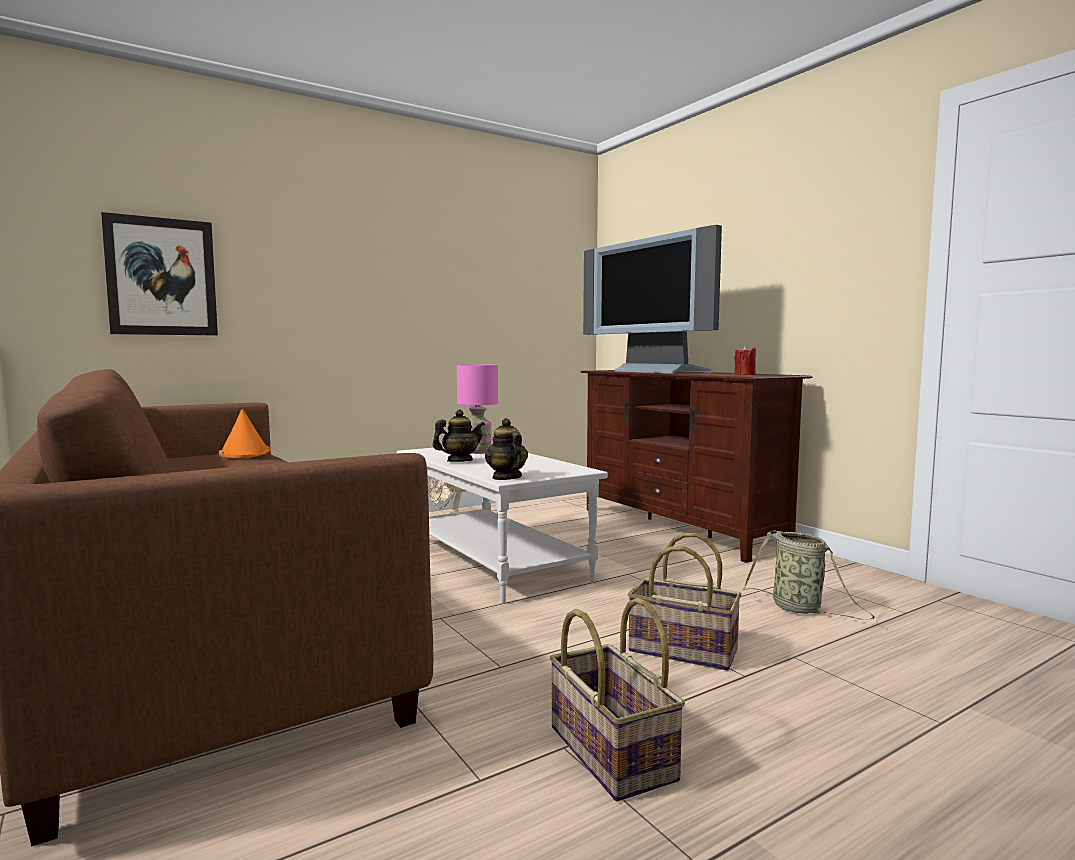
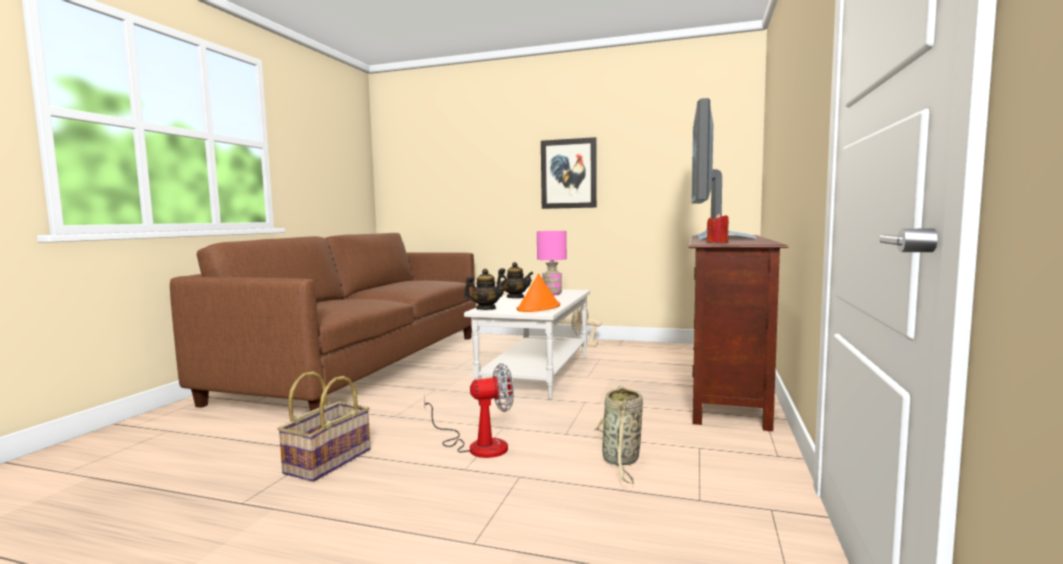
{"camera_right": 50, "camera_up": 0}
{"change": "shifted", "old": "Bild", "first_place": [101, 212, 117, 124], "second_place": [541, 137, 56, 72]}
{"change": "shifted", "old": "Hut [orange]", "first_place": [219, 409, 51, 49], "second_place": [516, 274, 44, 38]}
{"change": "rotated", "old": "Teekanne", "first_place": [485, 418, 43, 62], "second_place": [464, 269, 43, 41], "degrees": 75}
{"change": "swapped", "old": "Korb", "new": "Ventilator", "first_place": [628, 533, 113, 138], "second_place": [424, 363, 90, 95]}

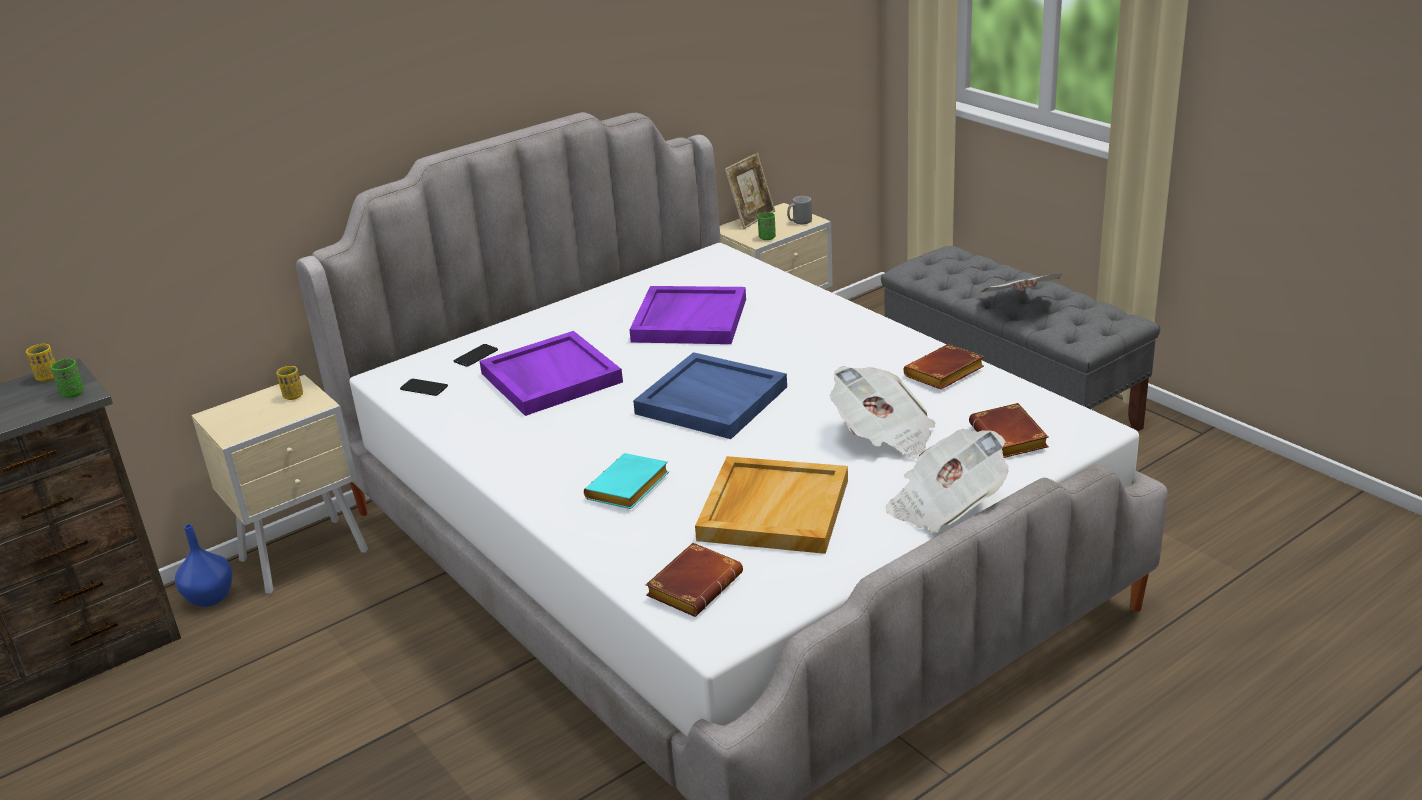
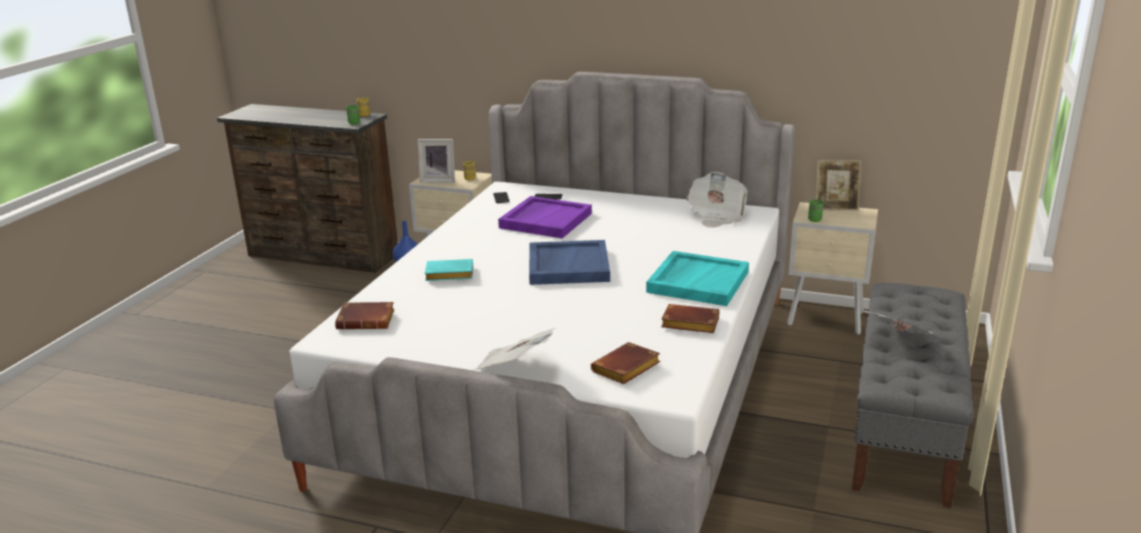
{"camera_right": 55, "camera_up": -5}
{"change": "gone", "old": "Tablett [lila]", "first_place": [629, 286, 117, 58]}
{"change": "gone", "old": "Tablett [beige]", "first_place": [695, 456, 153, 98]}
{"change": "gone", "old": "Henkelbecher [grau]", "first_place": [787, 196, 25, 28]}
{"change": "shifted", "old": "Zeitung", "first_place": [830, 366, 105, 93], "second_place": [687, 172, 61, 56]}
{"change": "new", "new": "Bilderrahmen", "second_place": [418, 139, 37, 44]}
{"change": "new", "new": "Tablett [türkis]", "second_place": [646, 251, 103, 55]}

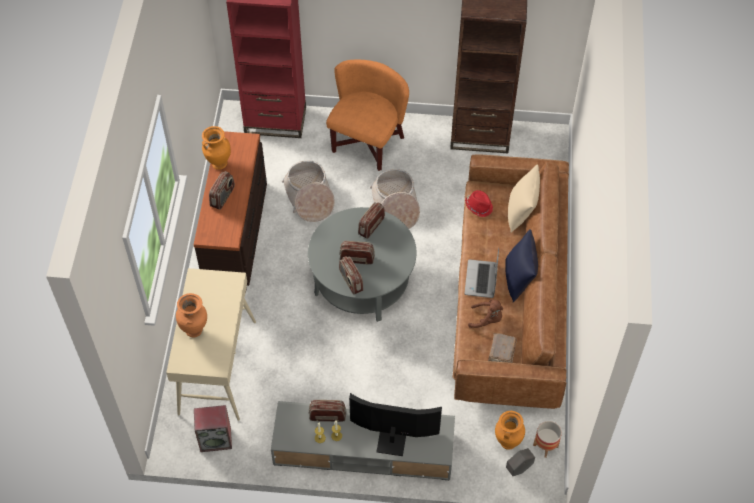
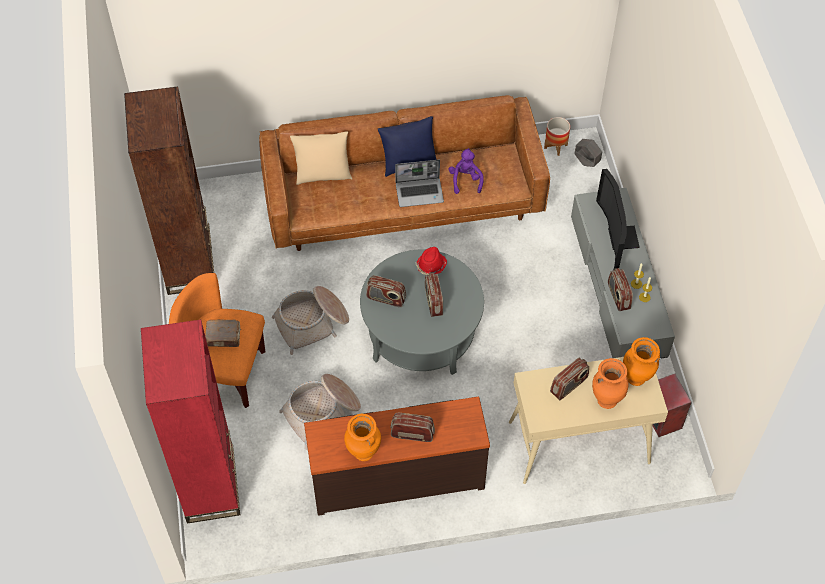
{"camera_right": -105, "camera_up": 0}
{"change": "shifted", "old": "Radio", "first_place": [339, 256, 25, 39], "second_place": [550, 358, 39, 42]}
{"change": "shifted", "old": "Hut [rot]", "first_place": [465, 190, 28, 27], "second_place": [416, 247, 31, 28]}
{"change": "repainted", "old": "Plüschtier [braun]", "new": "Plüschtier [lila]", "first_place": [468, 299, 35, 29], "second_place": [448, 148, 36, 46]}
{"change": "shifted", "old": "Buch [braun]", "first_place": [488, 333, 29, 30], "second_place": [205, 319, 36, 28]}
{"change": "shifted", "old": "Vase [orange]", "first_place": [495, 411, 30, 39], "second_place": [623, 337, 37, 49]}

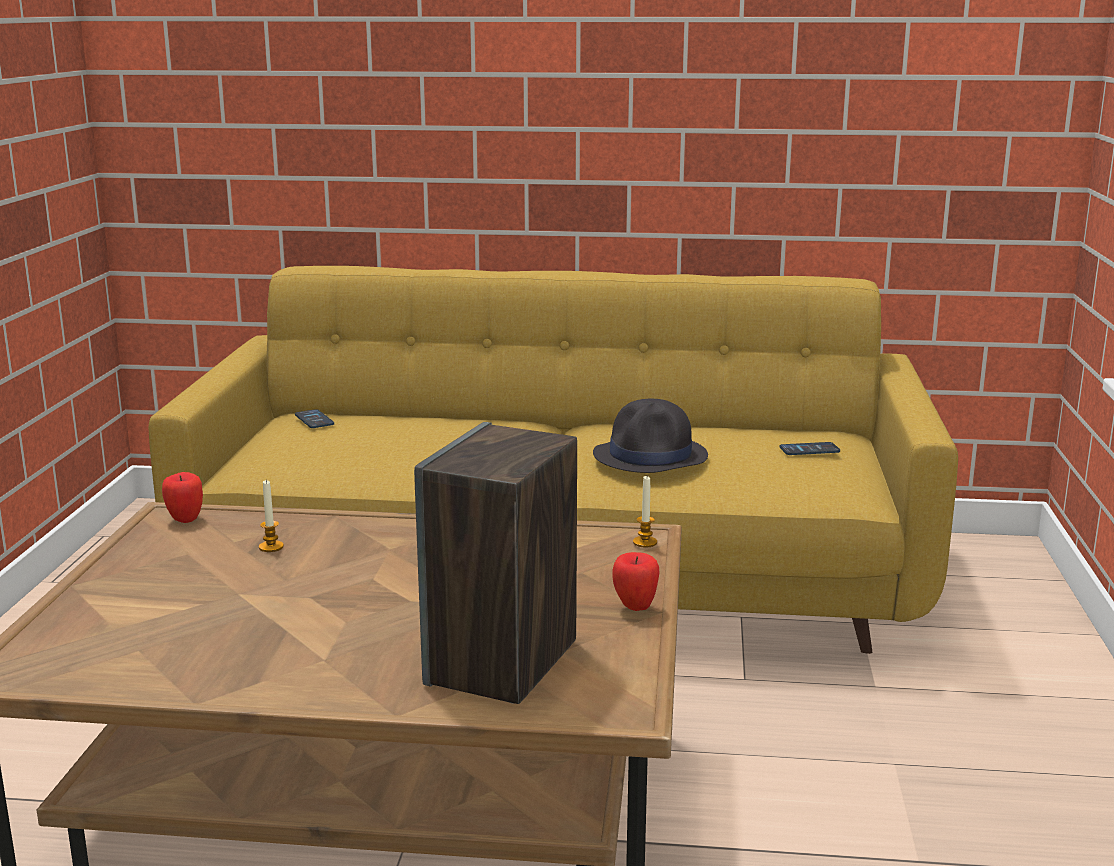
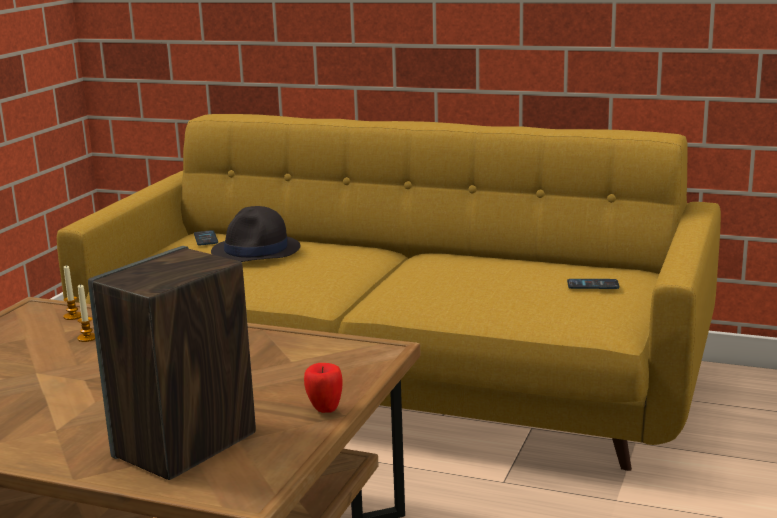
{"camera_right": 15, "camera_up": 0}
{"change": "gone", "old": "Apfel", "first_place": [162, 472, 41, 51]}
{"change": "shifted", "old": "Hut [schwarz]", "first_place": [593, 399, 115, 74], "second_place": [211, 206, 89, 56]}
{"change": "shifted", "old": "Kerze", "first_place": [633, 476, 24, 72], "second_place": [63, 266, 18, 54]}

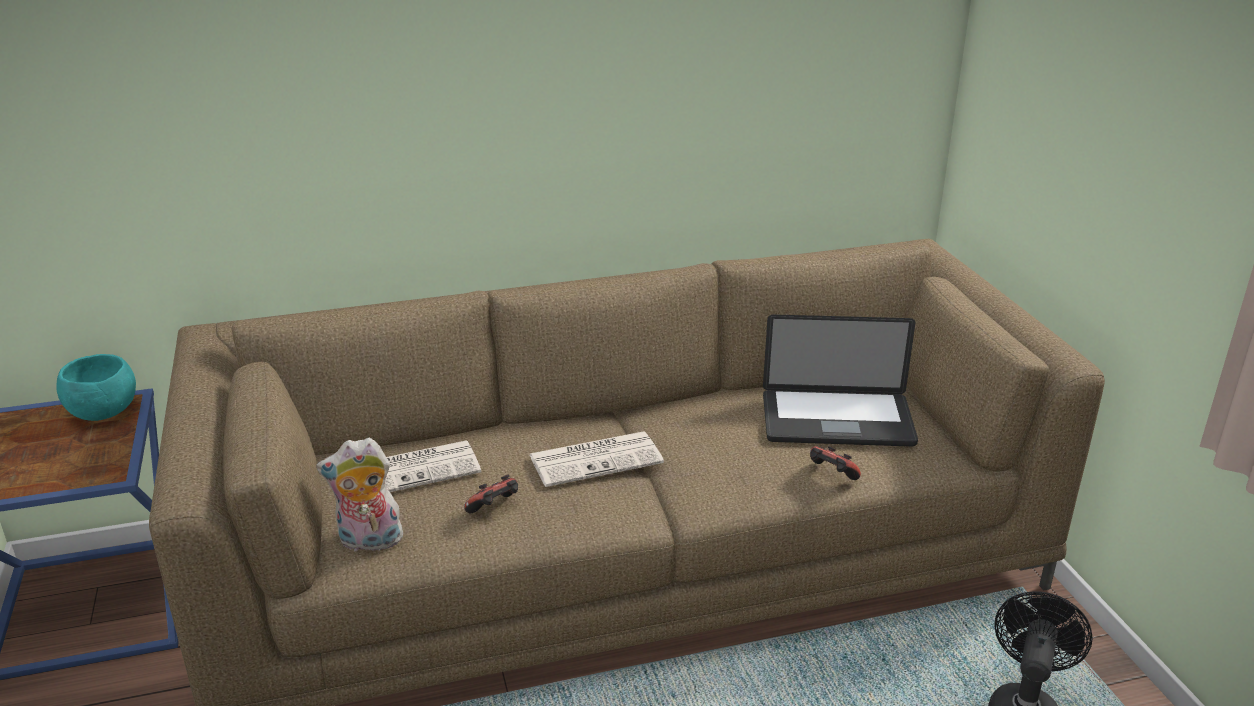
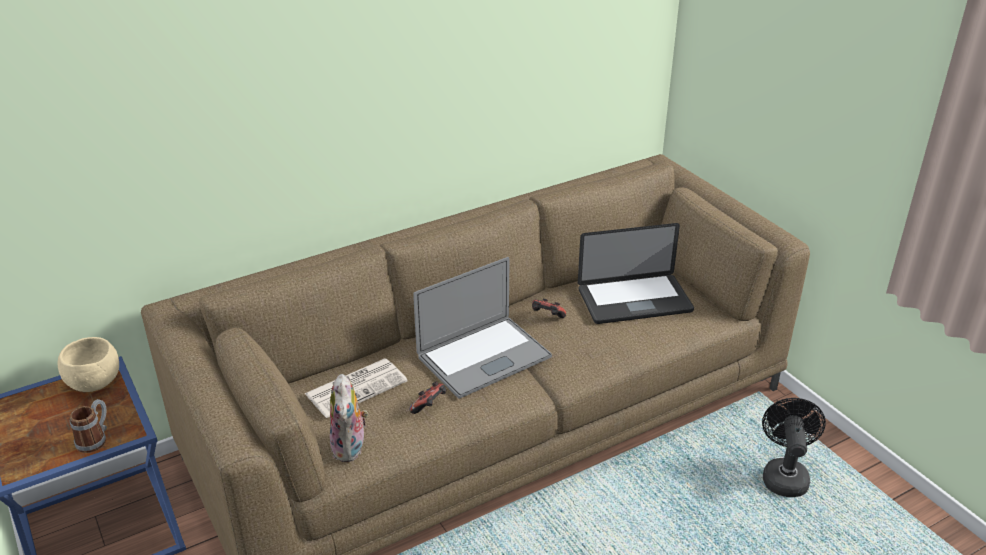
{"camera_right": -15, "camera_up": 5}
{"change": "repainted", "old": "Schüssel [türkis]", "new": "Schüssel [beige]", "first_place": [56, 354, 80, 67], "second_place": [58, 337, 61, 55]}
{"change": "rotated", "old": "Plüschtier", "first_place": [316, 438, 89, 113], "second_place": [330, 374, 38, 88], "degrees": -75}
{"change": "swapped", "old": "Zeitung", "new": "Laptop", "first_place": [530, 431, 134, 56], "second_place": [413, 257, 139, 142]}
{"change": "shifted", "old": "Gamepad", "first_place": [810, 446, 51, 34], "second_place": [532, 298, 34, 20]}
{"change": "new", "new": "Henkelbecher", "second_place": [70, 399, 37, 54]}

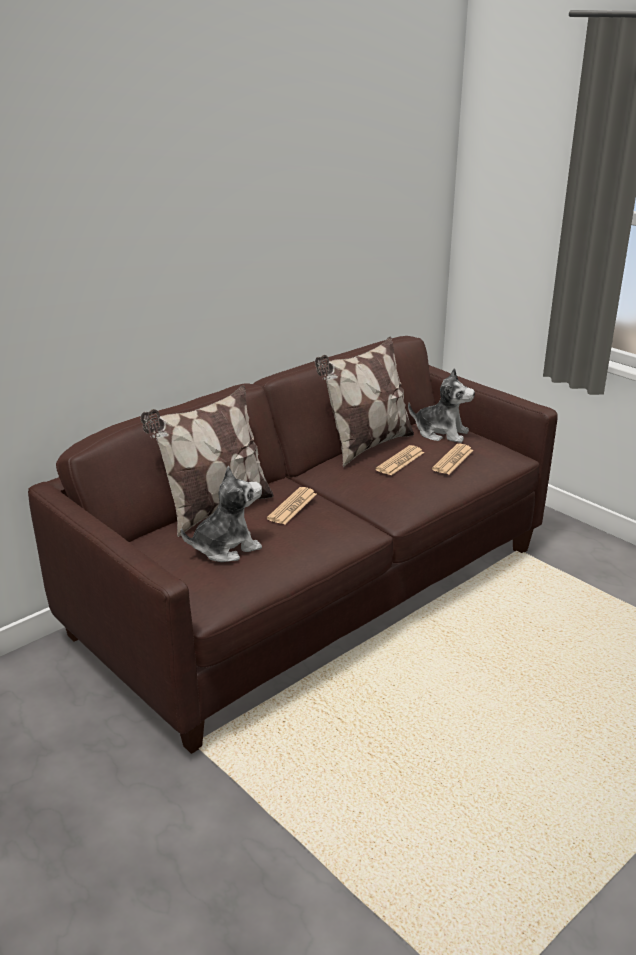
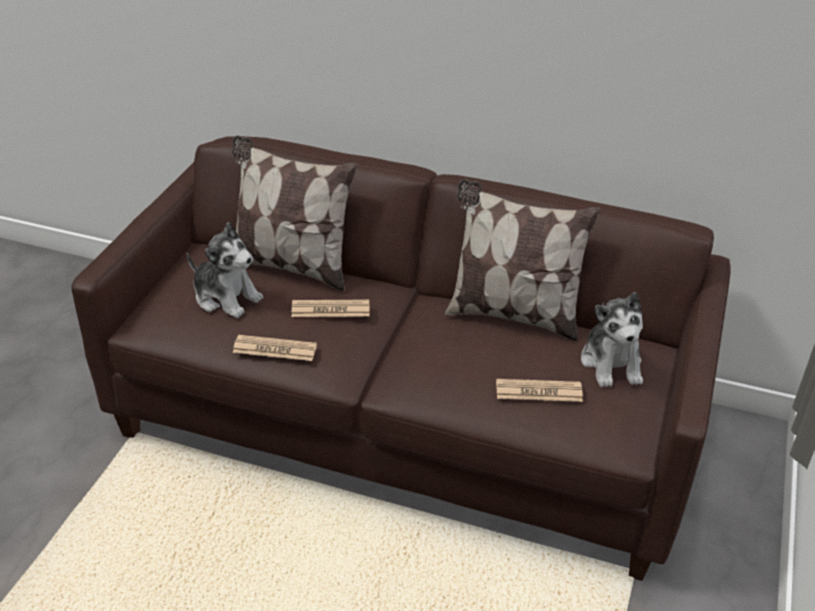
{"camera_right": 60, "camera_up": 10}
{"change": "shifted", "old": "Zeitung", "first_place": [375, 445, 49, 31], "second_place": [233, 335, 84, 26]}

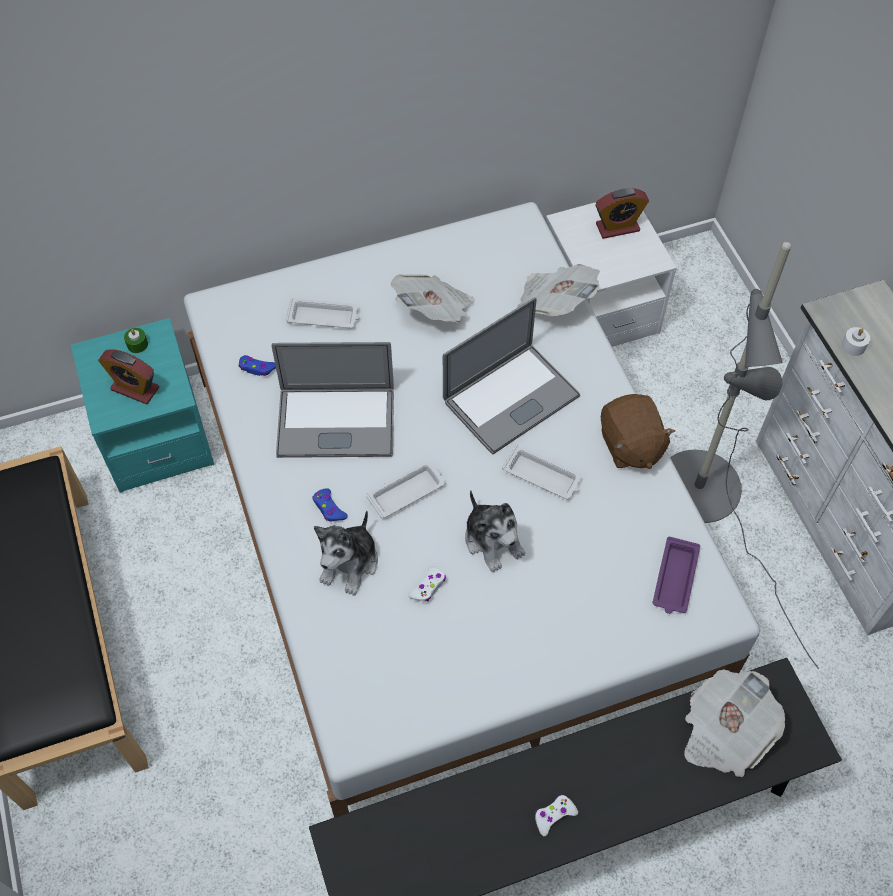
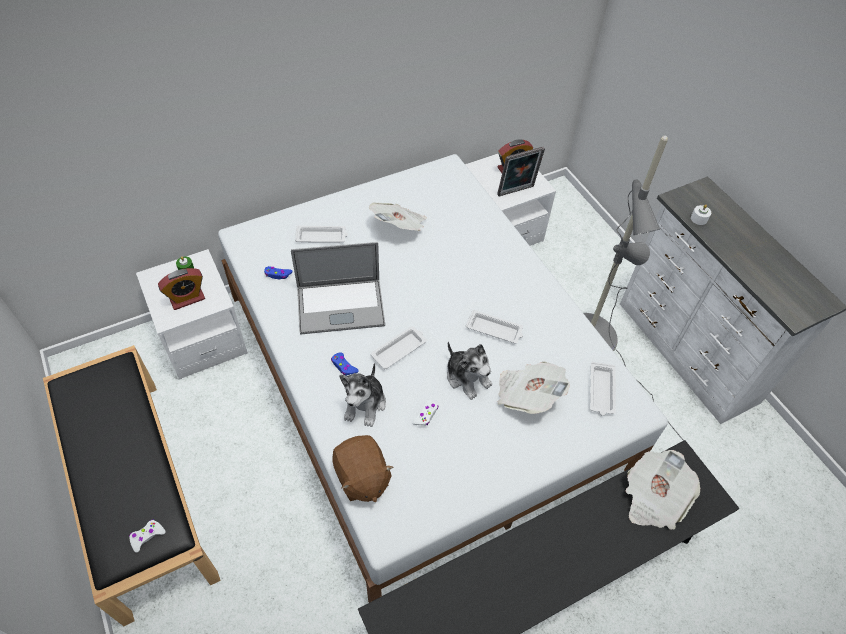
{"camera_right": -10, "camera_up": -5}
{"change": "repainted", "old": "Nachttisch [türkis]", "new": "Nachttisch [weiß]", "first_place": [71, 318, 143, 175], "second_place": [136, 249, 112, 131]}
{"change": "rotated", "old": "Wecker", "first_place": [98, 349, 61, 55], "second_place": [158, 268, 47, 42], "degrees": -45}
{"change": "gone", "old": "Laptop", "first_place": [443, 297, 137, 157]}
{"change": "shifted", "old": "Zeitung", "first_place": [517, 264, 83, 52], "second_place": [498, 362, 72, 52]}
{"change": "shifted", "old": "Gamepad [weiß]", "first_place": [535, 795, 43, 42], "second_place": [129, 520, 36, 33]}
{"change": "shifted", "old": "Plüschtier [braun]", "first_place": [601, 394, 74, 75], "second_place": [332, 435, 62, 67]}
{"change": "repainted", "old": "Tablett [lila]", "new": "Tablett [weiß]", "first_place": [653, 537, 47, 77], "second_place": [590, 362, 26, 54]}
{"change": "new", "new": "Bilderrahmen", "second_place": [497, 147, 48, 49]}

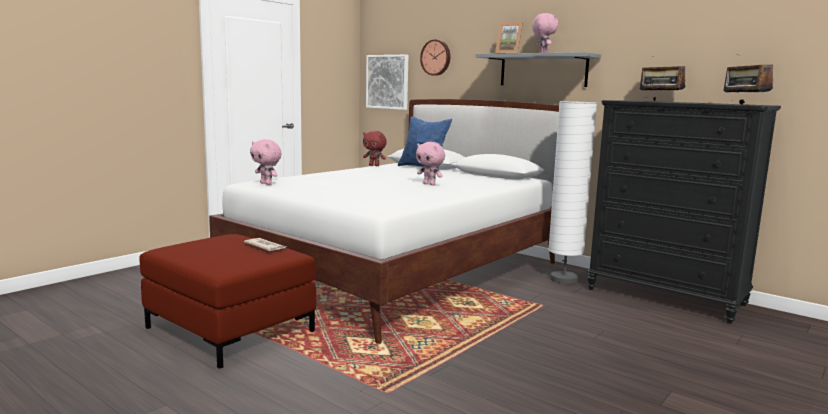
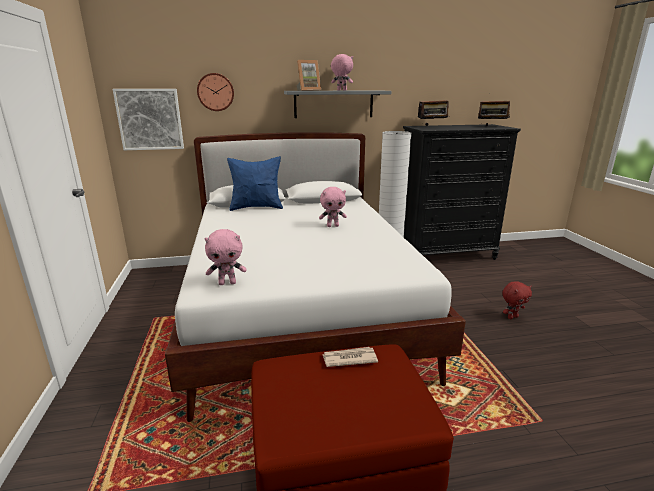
{"camera_right": -50, "camera_up": 10}
{"change": "shifted", "old": "Plüschtier [rot]", "first_place": [363, 131, 24, 35], "second_place": [502, 282, 30, 37]}

